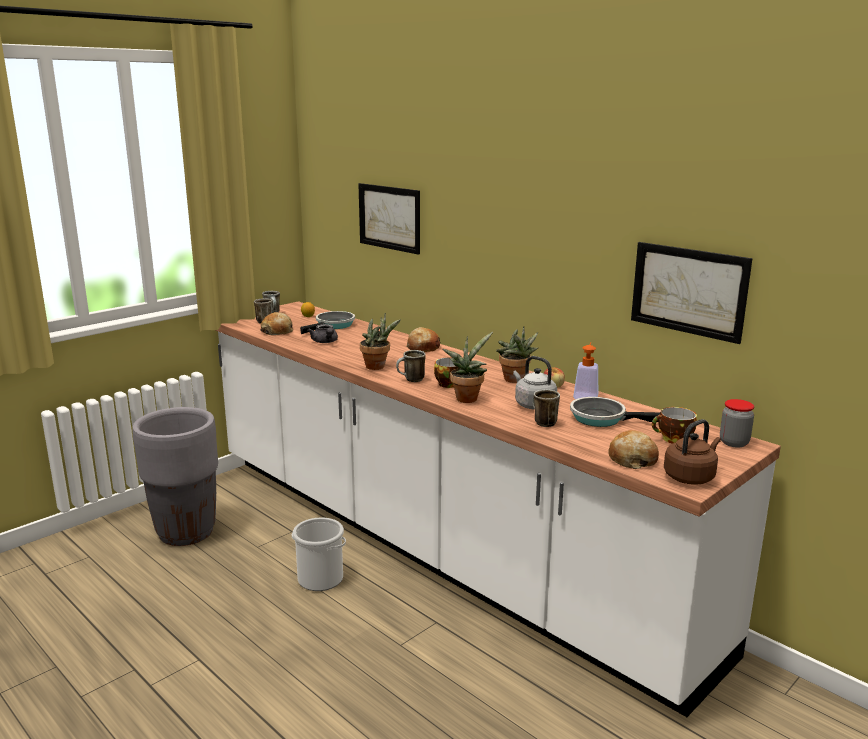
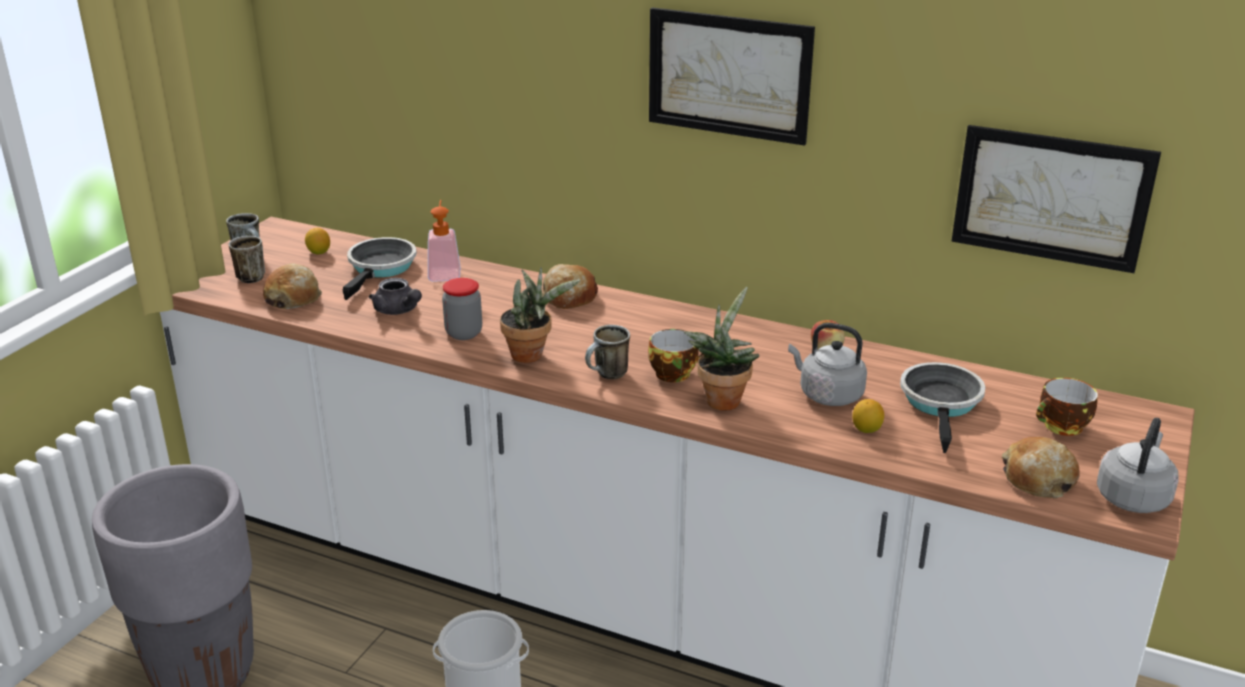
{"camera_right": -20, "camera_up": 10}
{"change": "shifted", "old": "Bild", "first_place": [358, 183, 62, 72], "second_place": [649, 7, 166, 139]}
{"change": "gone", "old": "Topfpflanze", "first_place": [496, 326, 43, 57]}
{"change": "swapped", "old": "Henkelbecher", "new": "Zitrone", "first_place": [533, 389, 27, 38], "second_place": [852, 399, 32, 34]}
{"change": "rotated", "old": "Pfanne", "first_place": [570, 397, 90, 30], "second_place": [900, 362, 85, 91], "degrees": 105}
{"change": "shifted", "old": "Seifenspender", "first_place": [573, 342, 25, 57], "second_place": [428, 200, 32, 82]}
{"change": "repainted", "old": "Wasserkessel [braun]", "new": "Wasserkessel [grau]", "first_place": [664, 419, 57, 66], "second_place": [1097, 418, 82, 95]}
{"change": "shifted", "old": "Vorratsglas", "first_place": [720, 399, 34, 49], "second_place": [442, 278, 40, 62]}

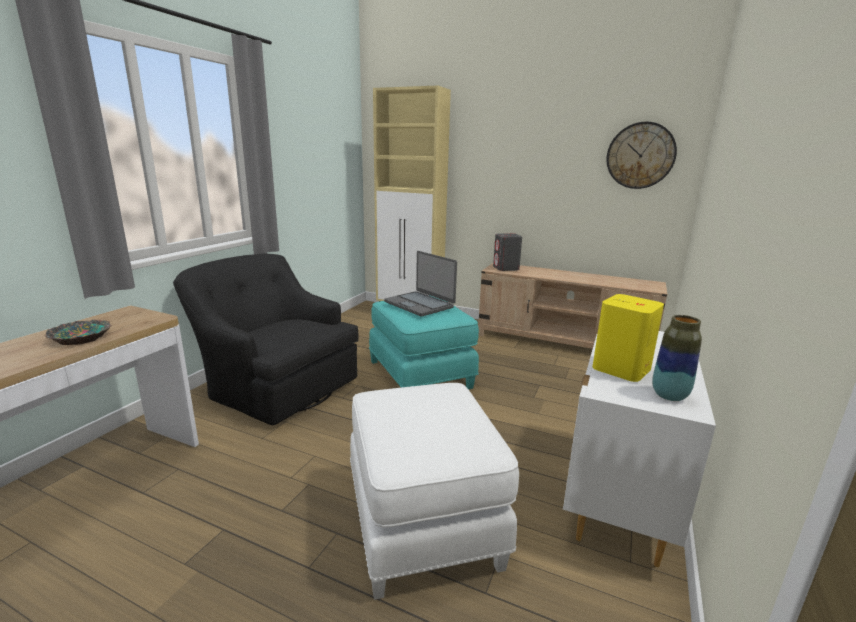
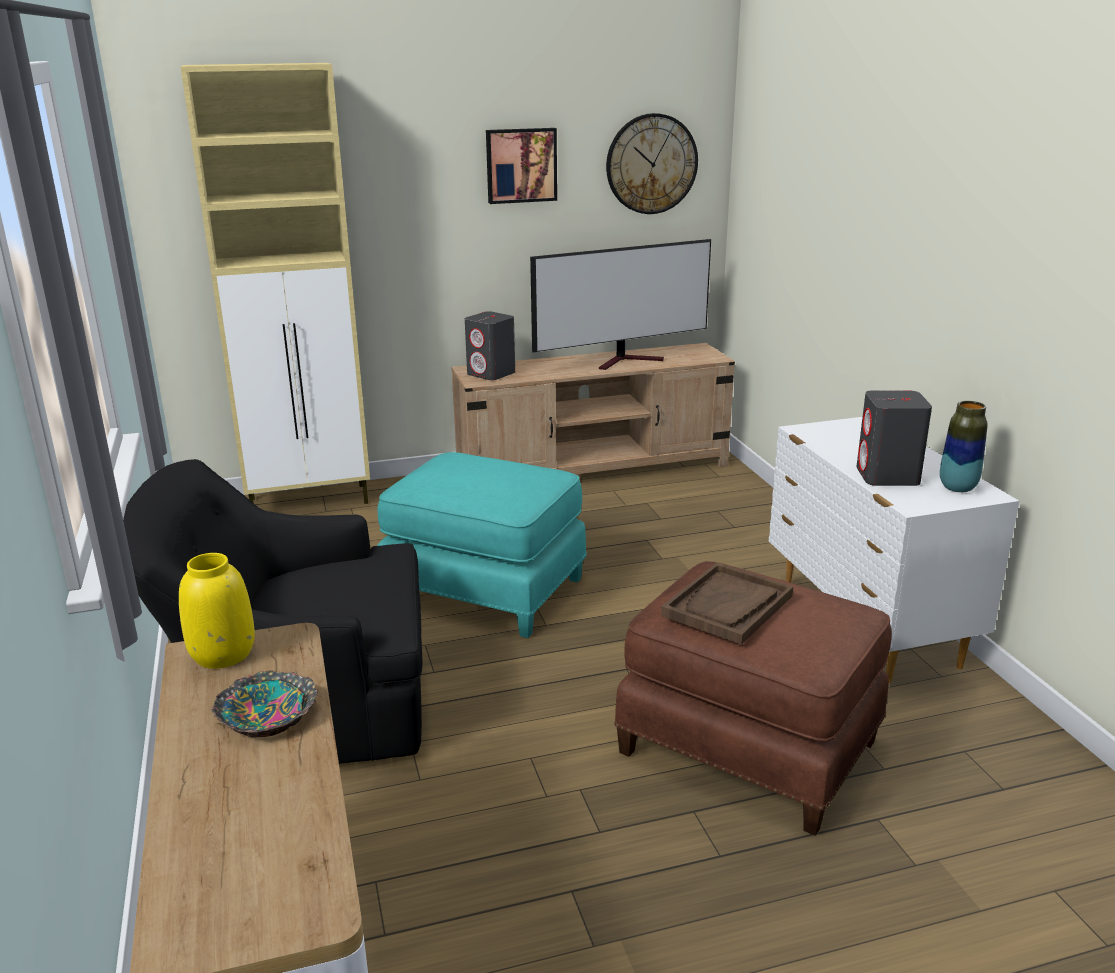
{"camera_right": -40, "camera_up": 5}
{"change": "repainted", "old": "Polsterhocker [weiß]", "new": "Polsterhocker [braun]", "first_place": [350, 383, 169, 217], "second_place": [614, 561, 278, 275]}
{"change": "gone", "old": "Laptop", "first_place": [384, 251, 73, 66]}
{"change": "repainted", "old": "Lautsprecher [gelb]", "new": "Lautsprecher [grau]", "first_place": [593, 294, 71, 88], "second_place": [856, 390, 76, 96]}
{"change": "new", "new": "Vase [gelb]", "second_place": [179, 553, 76, 116]}
{"change": "new", "new": "Bild", "second_place": [486, 128, 71, 76]}
{"change": "new", "new": "Fernseher", "second_place": [530, 239, 181, 131]}
{"change": "new", "new": "Tablett [braun]", "second_place": [661, 563, 132, 82]}

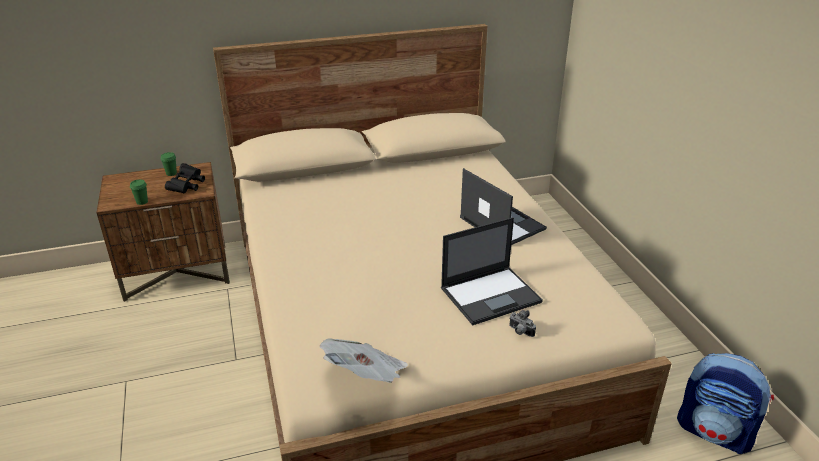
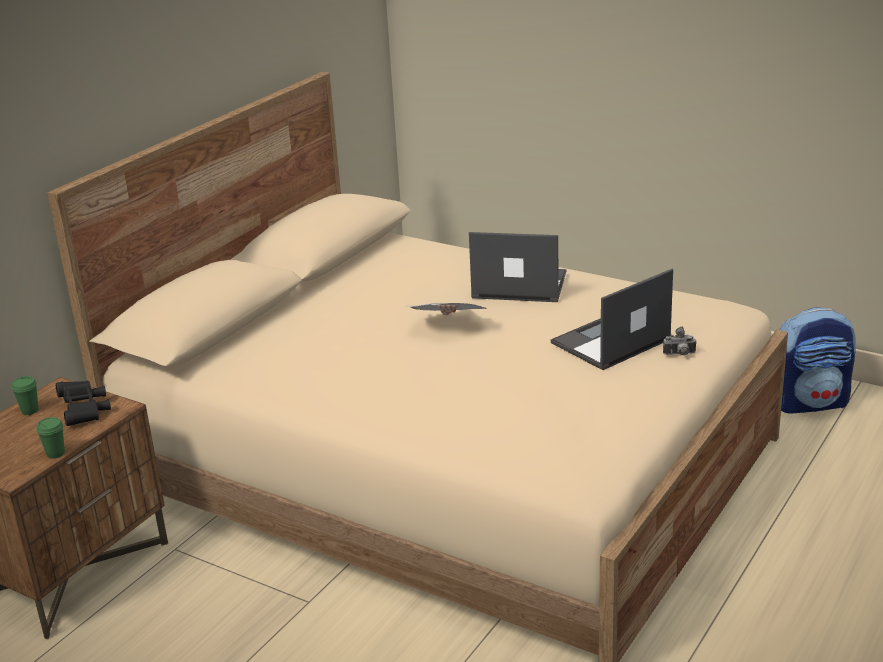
{"camera_right": -40, "camera_up": -5}
{"change": "shifted", "old": "Zeitung", "first_place": [320, 338, 88, 45], "second_place": [406, 303, 80, 12]}
{"change": "rotated", "old": "Laptop", "first_place": [441, 217, 102, 108], "second_place": [550, 269, 123, 101], "degrees": -150}

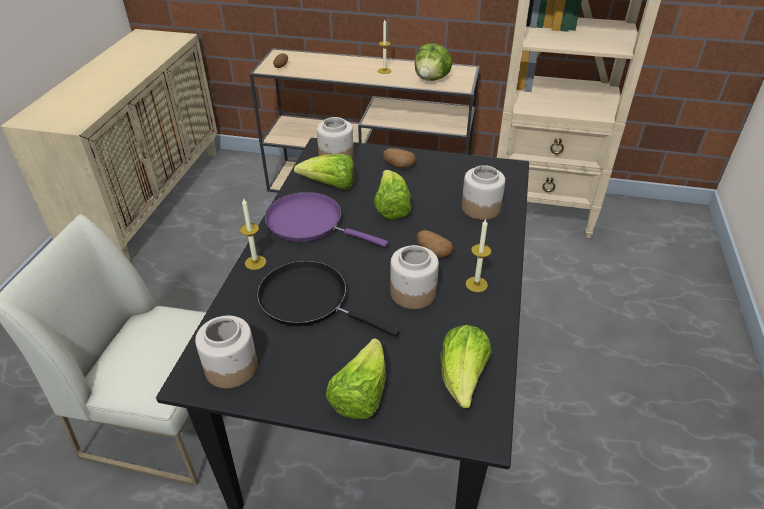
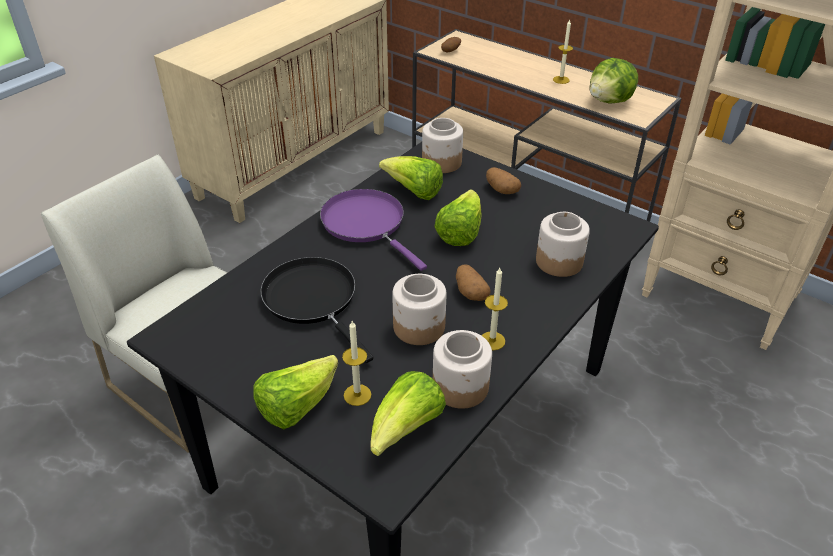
{"camera_right": 25, "camera_up": 0}
{"change": "shifted", "old": "Vorratsglas", "first_place": [195, 316, 63, 73], "second_place": [433, 330, 59, 79]}
{"change": "shifted", "old": "Kerze", "first_place": [240, 198, 26, 72], "second_place": [342, 321, 29, 85]}

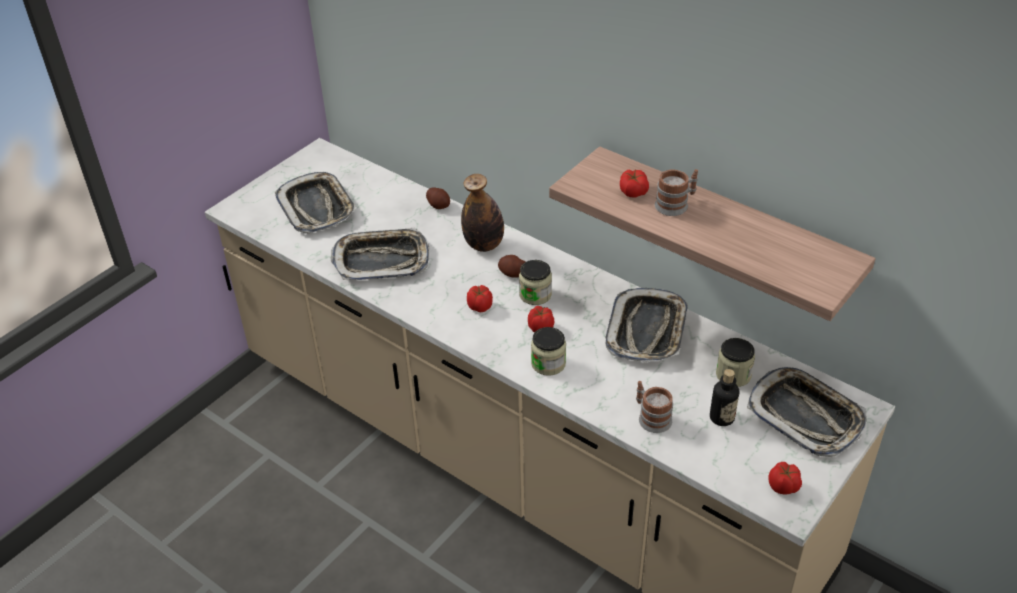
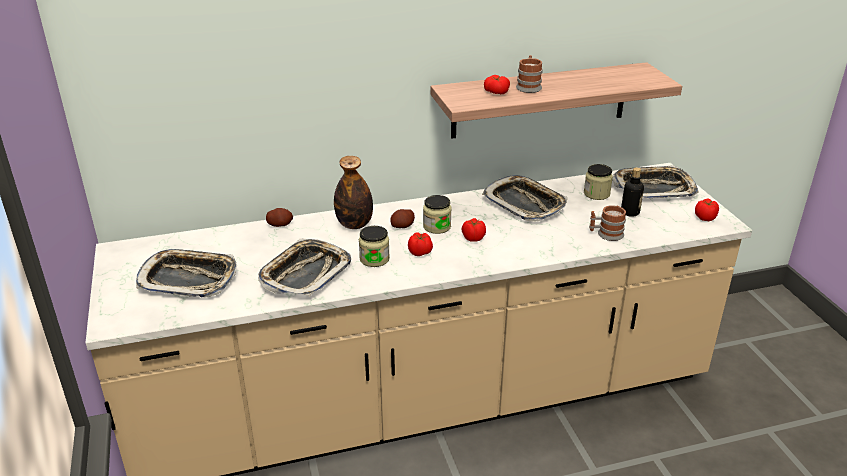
{"camera_right": -55, "camera_up": -10}
{"change": "shifted", "old": "Vorratsglas", "first_place": [531, 327, 35, 49], "second_place": [359, 226, 31, 41]}

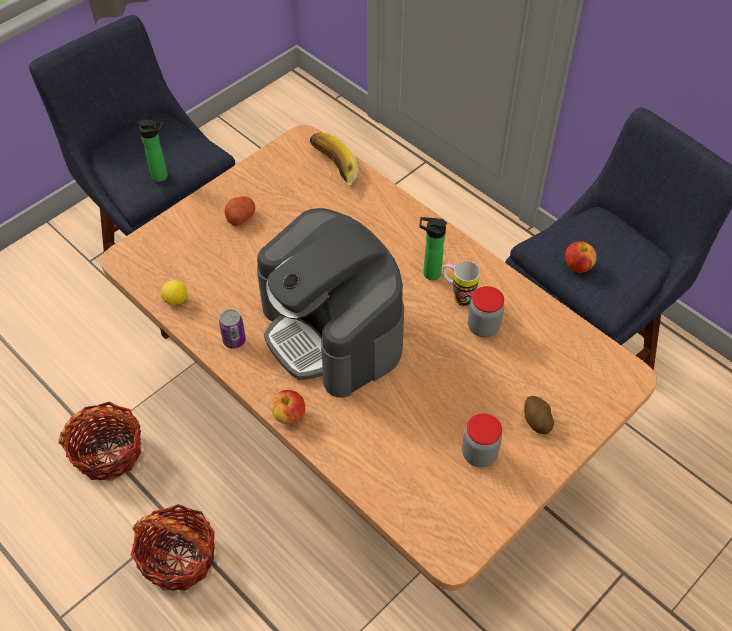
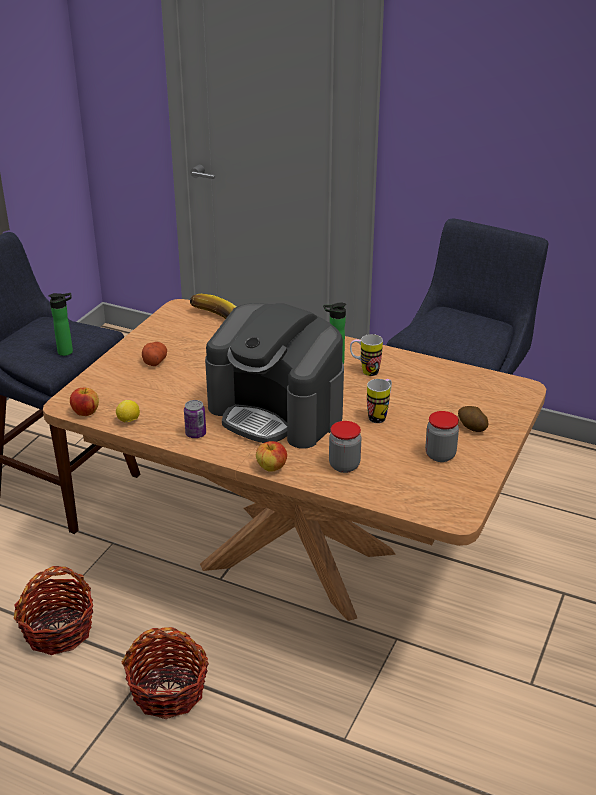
{"camera_right": -20, "camera_up": -20}
{"change": "shifted", "old": "Vorratsglas", "first_place": [468, 286, 36, 52], "second_place": [329, 421, 32, 52]}
{"change": "shifted", "old": "Apfel", "first_place": [565, 241, 31, 32], "second_place": [70, 388, 29, 28]}
{"change": "new", "new": "Henkelbecher", "second_place": [367, 379, 25, 44]}

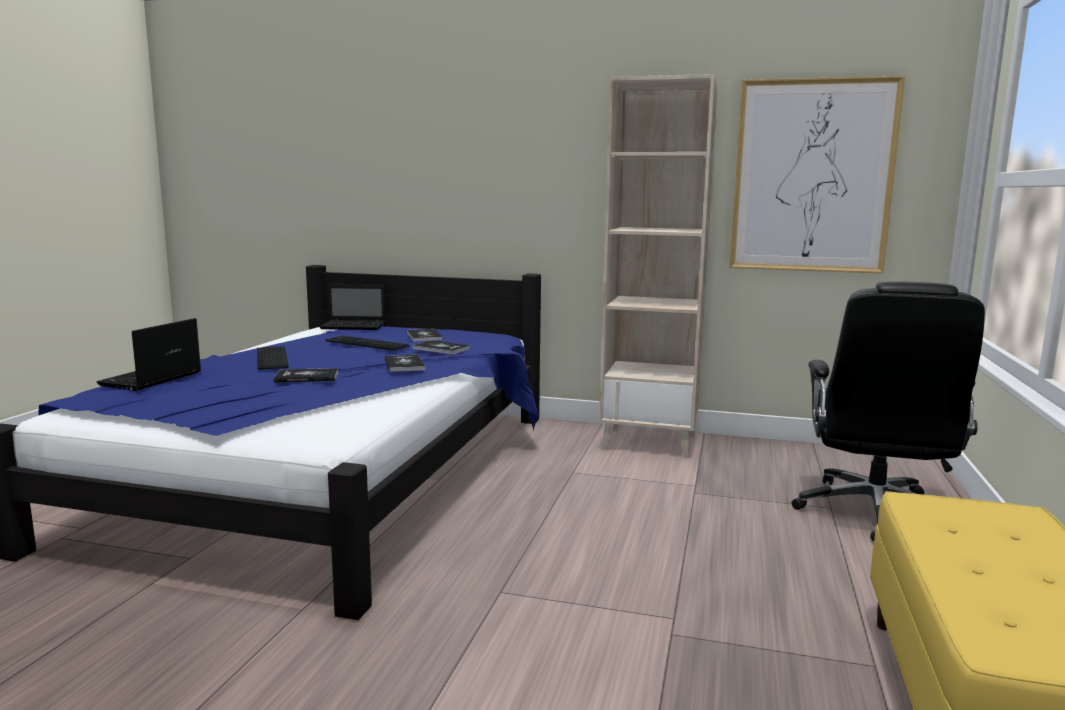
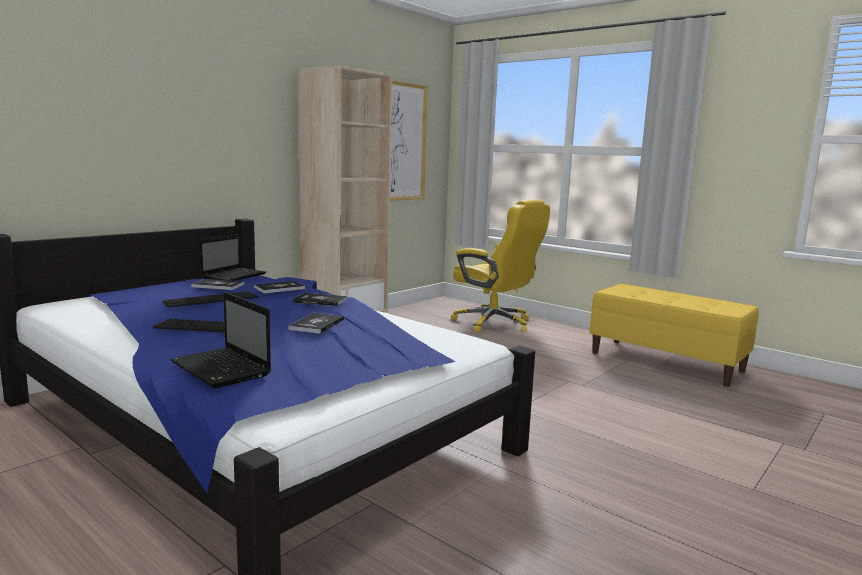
{"camera_right": -65, "camera_up": 0}
{"change": "shifted", "old": "Laptop", "first_place": [320, 283, 65, 47], "second_place": [199, 234, 67, 47]}
{"change": "repainted", "old": "Bürostuhl [schwarz]", "new": "Bürostuhl [gelb]", "first_place": [791, 281, 194, 260], "second_place": [451, 199, 99, 134]}

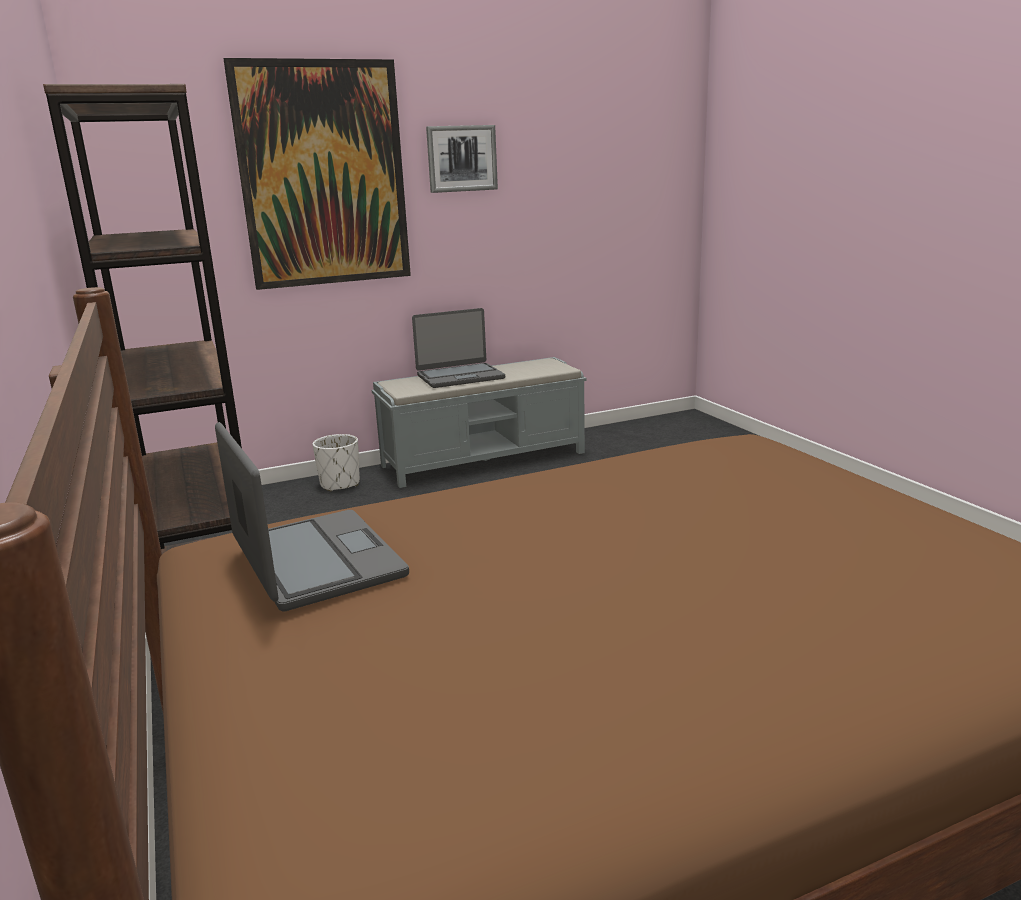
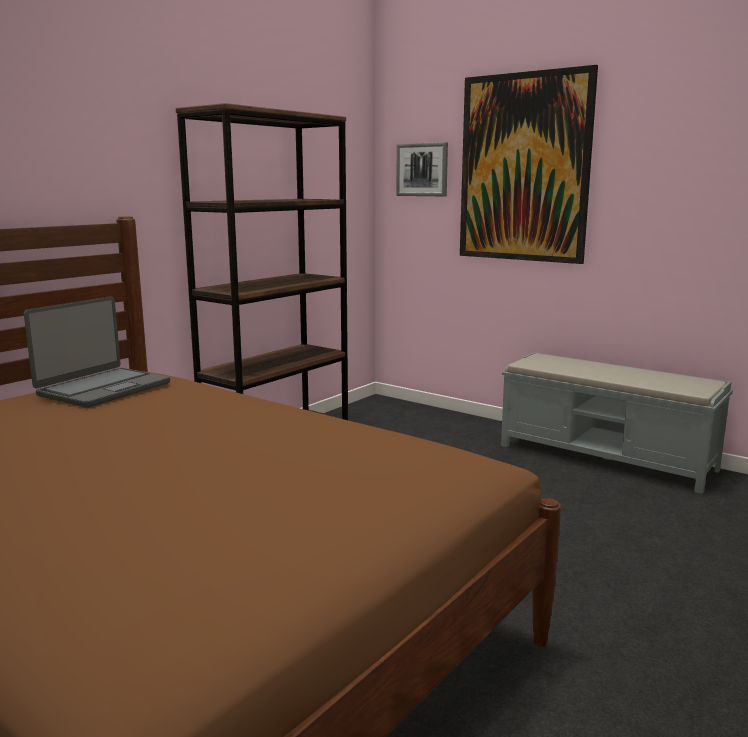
{"camera_right": 60, "camera_up": -5}
{"change": "gone", "old": "Pflanzkübel [weiß]", "first_place": [313, 434, 47, 57]}
{"change": "gone", "old": "Laptop", "first_place": [412, 308, 93, 80]}
{"change": "shifted", "old": "Bild", "first_place": [426, 125, 72, 68], "second_place": [396, 142, 52, 54]}

